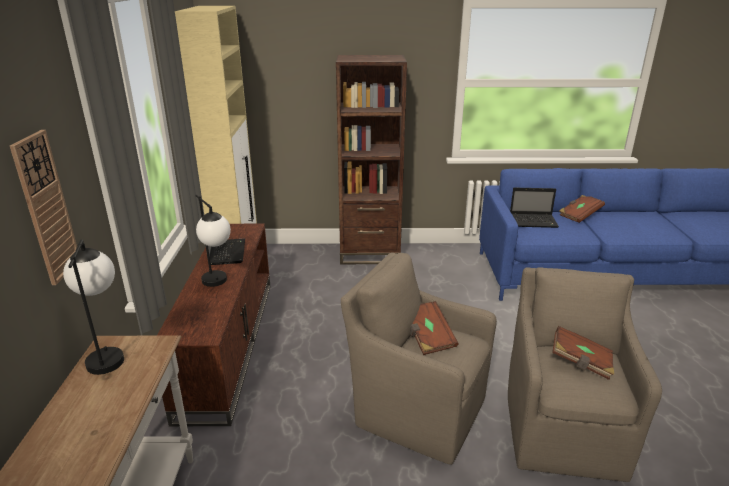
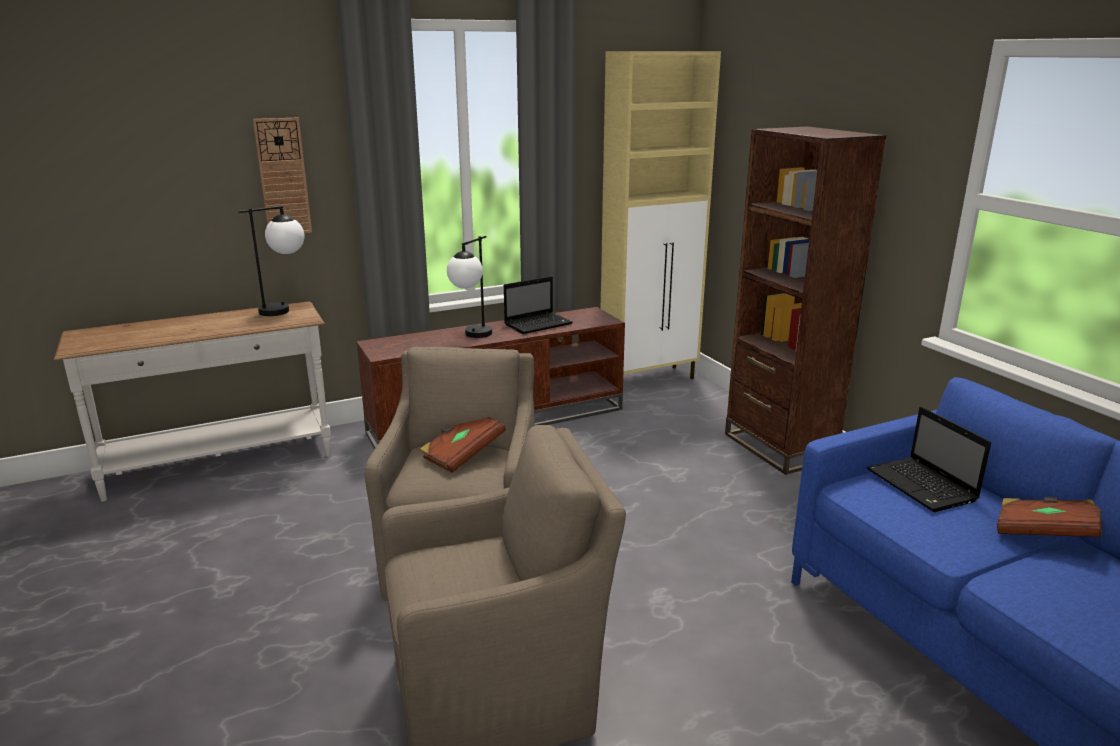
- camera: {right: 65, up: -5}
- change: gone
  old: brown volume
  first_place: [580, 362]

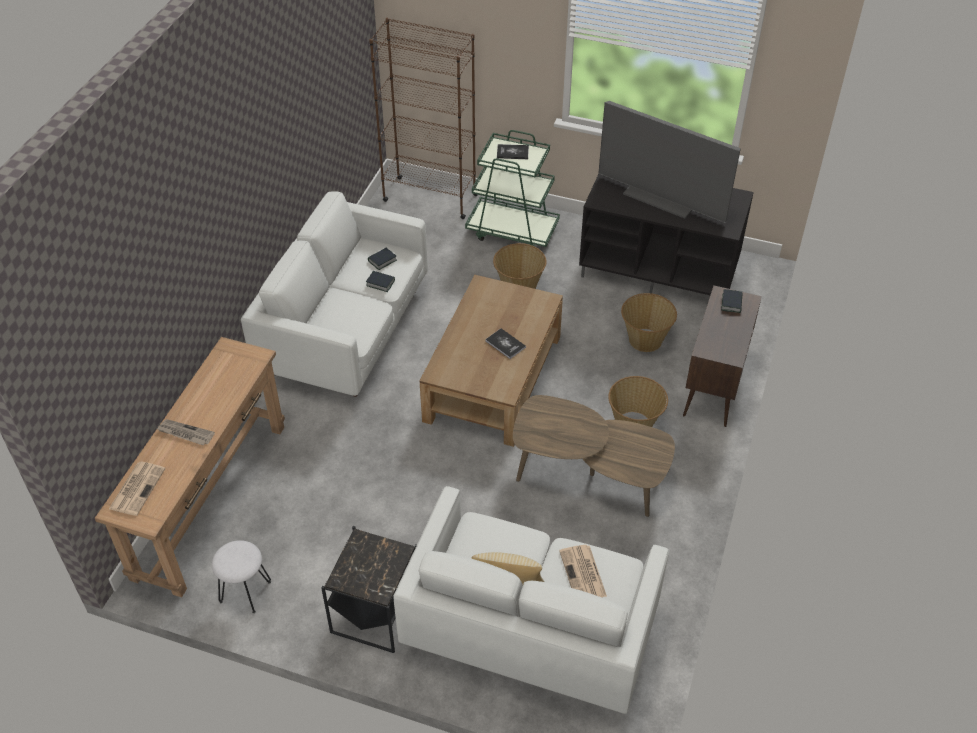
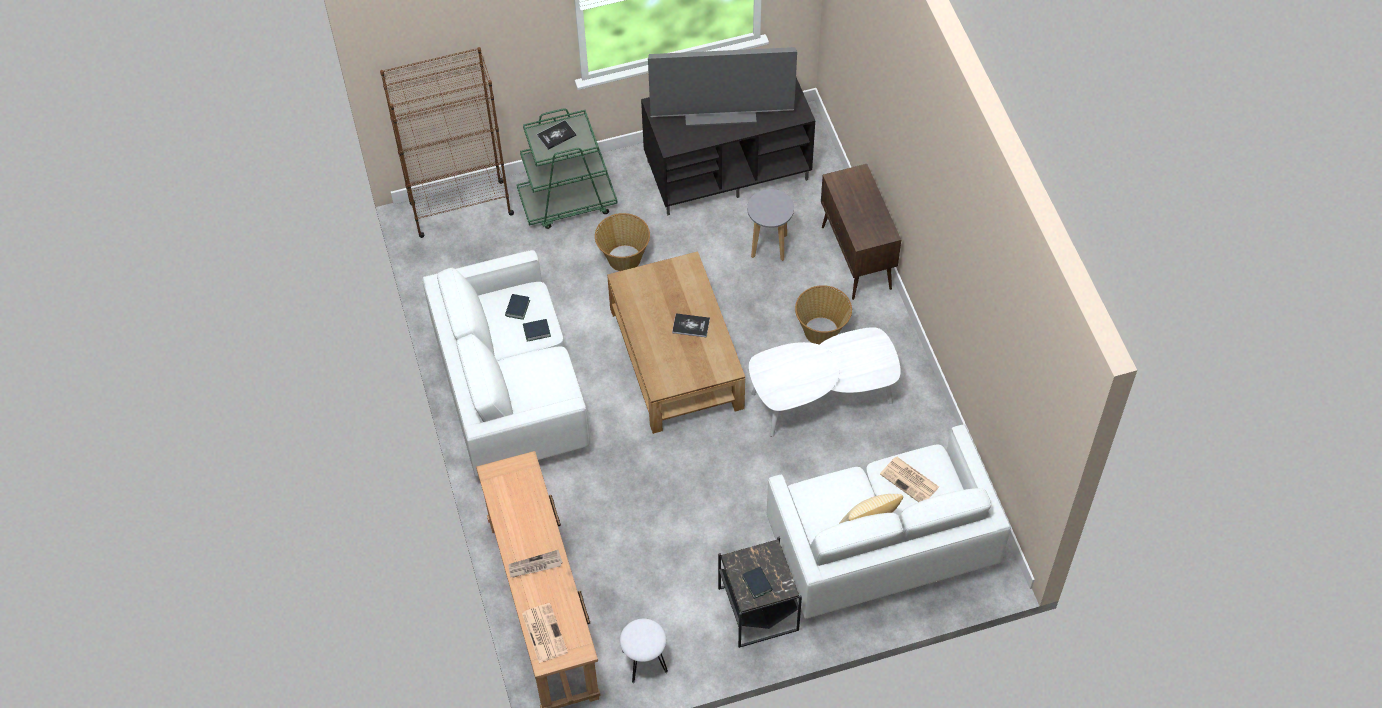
- camera: {right: -35, up: 10}
- change: repainted
  old: brown low table
  new: white-coloured low table
  first_place: [588, 475]
  second_place: [822, 397]
- change: swapped
  old: household basket
  new: greyish sitting stool
  first_place: [645, 339]
  second_place: [769, 246]
- change: shifted
  old: volume
  first_place: [731, 303]
  second_place: [757, 583]

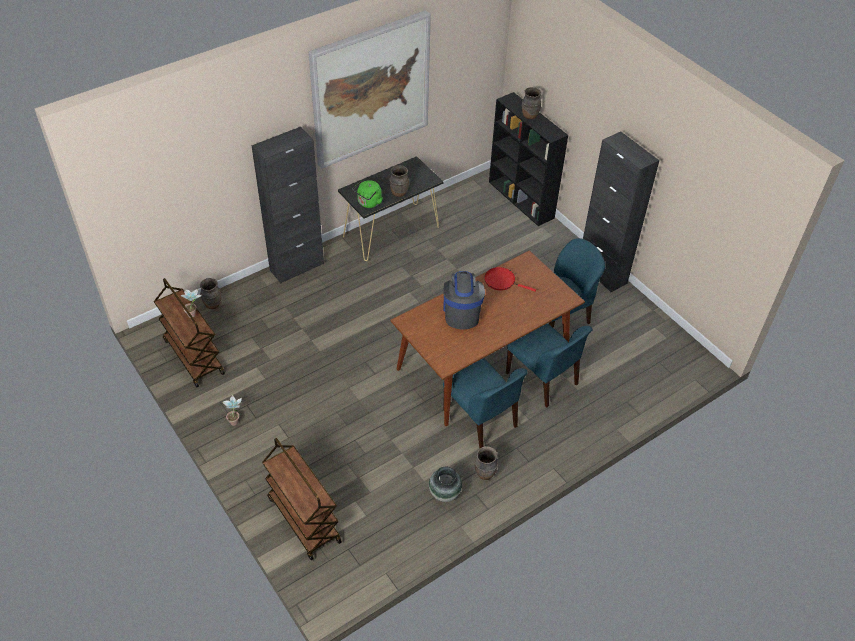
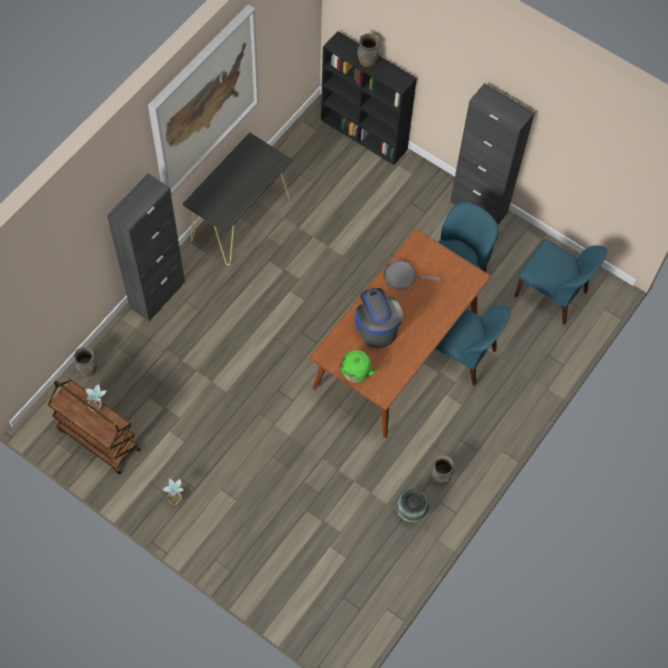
- camera: {right: -20, up: 15}
- change: gone
  old: brown cart
  first_place: [303, 519]
- change: shifted
  old: green-coloured kettle
  first_place: [368, 203]
  second_place: [355, 373]
- change: gone
  old: brown vase
  first_place: [399, 193]
- change: shifted
  old: blue-coloured plain chair
  first_place: [481, 419]
  second_place: [552, 295]
- change: repainted
  old: red frying pan
  new: greyish frying pan
  first_place: [502, 281]
  second_place: [402, 276]

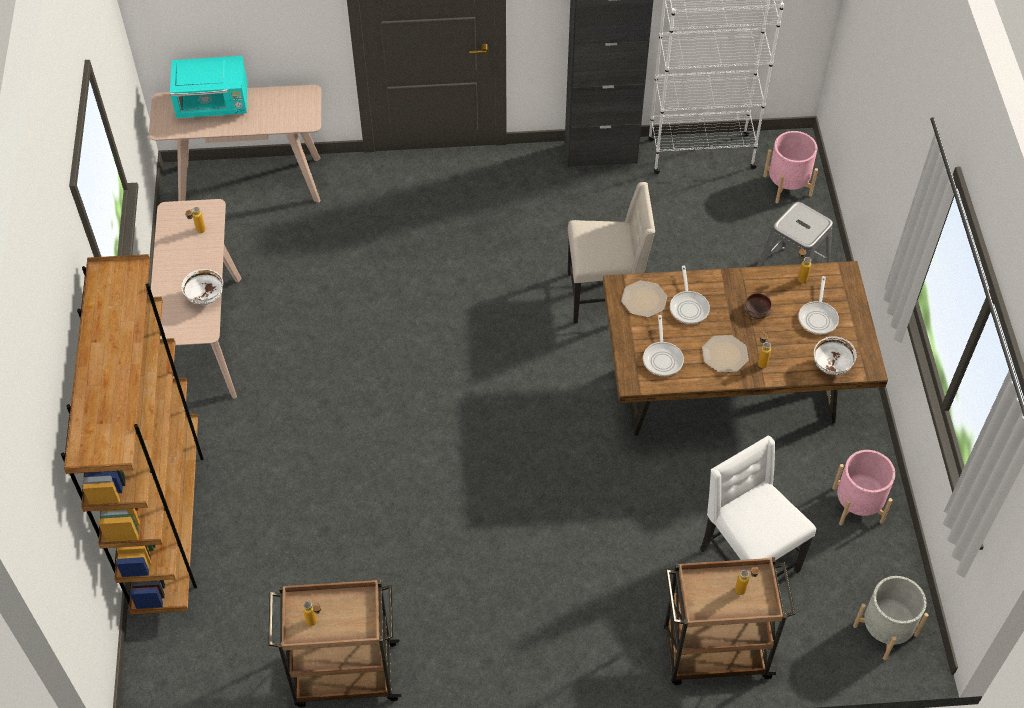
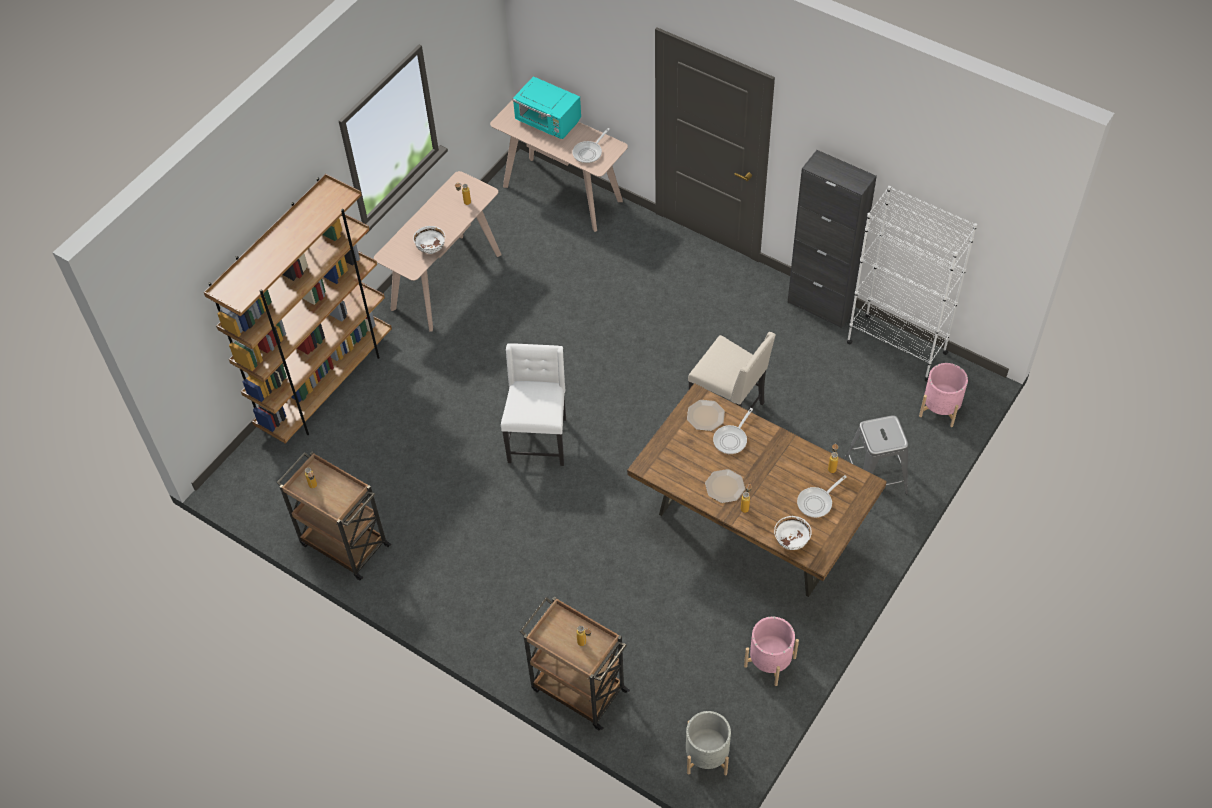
- camera: {right: 40, up: 0}
- change: shifted
  old: frying pan
  first_place: [662, 358]
  second_place: [589, 152]
- change: shifted
  old: white-coloured plain chair
  first_place: [746, 560]
  second_place: [538, 439]
- change: gone
  old: brown bowl
  first_place: [757, 311]

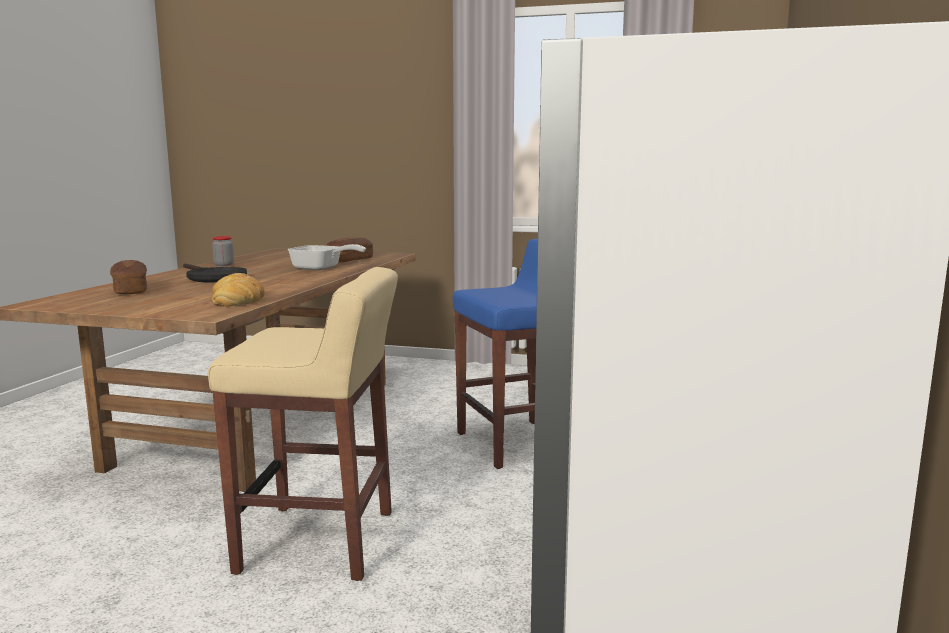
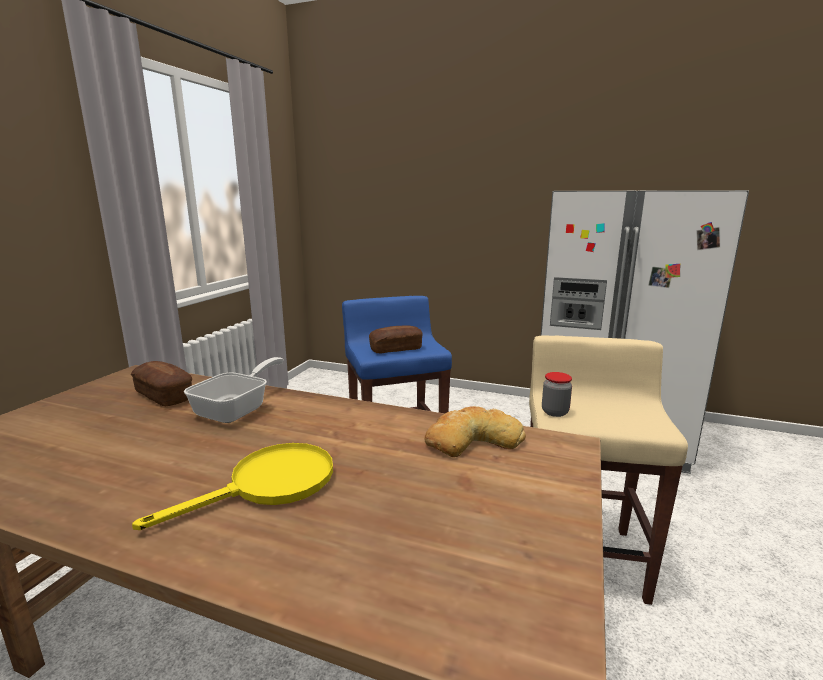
- camera: {right: -85, up: 5}
- change: shifted
  old: bread
  first_place: [130, 290]
  second_place: [396, 349]
- change: repainted
  old: black frying pan
  new: yellowish frying pan
  first_place: [213, 277]
  second_place: [269, 485]
- change: shifted
  old: storage jar
  first_place: [224, 265]
  second_place: [555, 412]

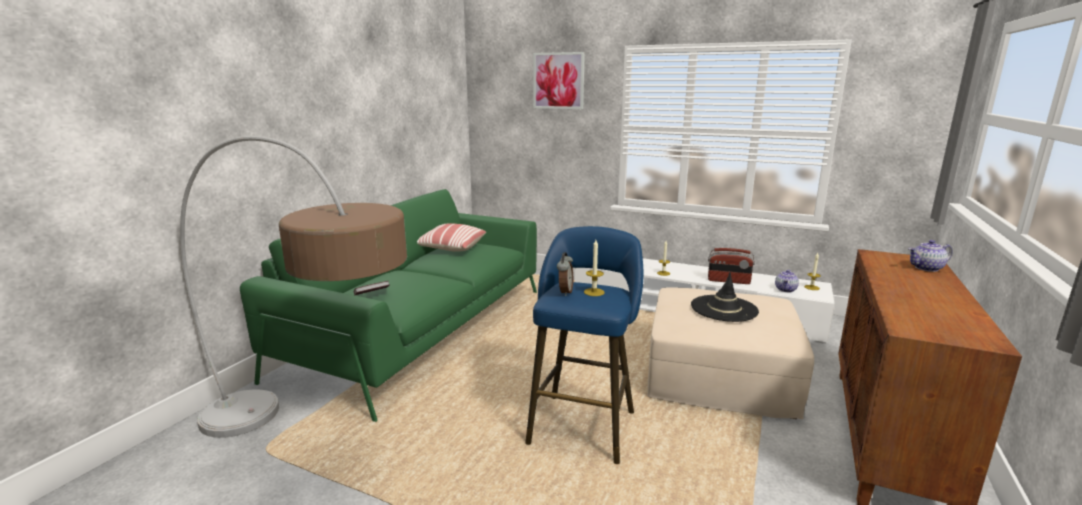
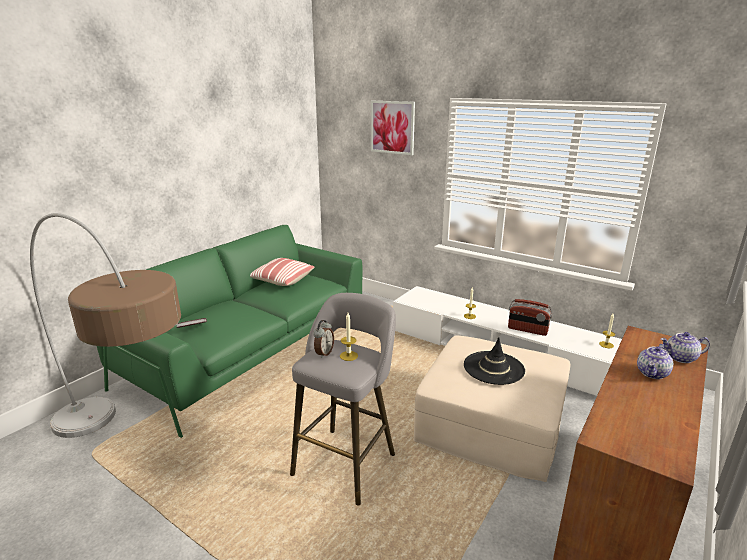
- camera: {right: 10, up: 5}
- change: repainted
  old: blue-coloured sitting stool
  new: greyish sitting stool
  first_place: [583, 423]
  second_place: [347, 460]
- change: shifted
  old: pot for tea
  first_place: [786, 290]
  second_place: [652, 373]

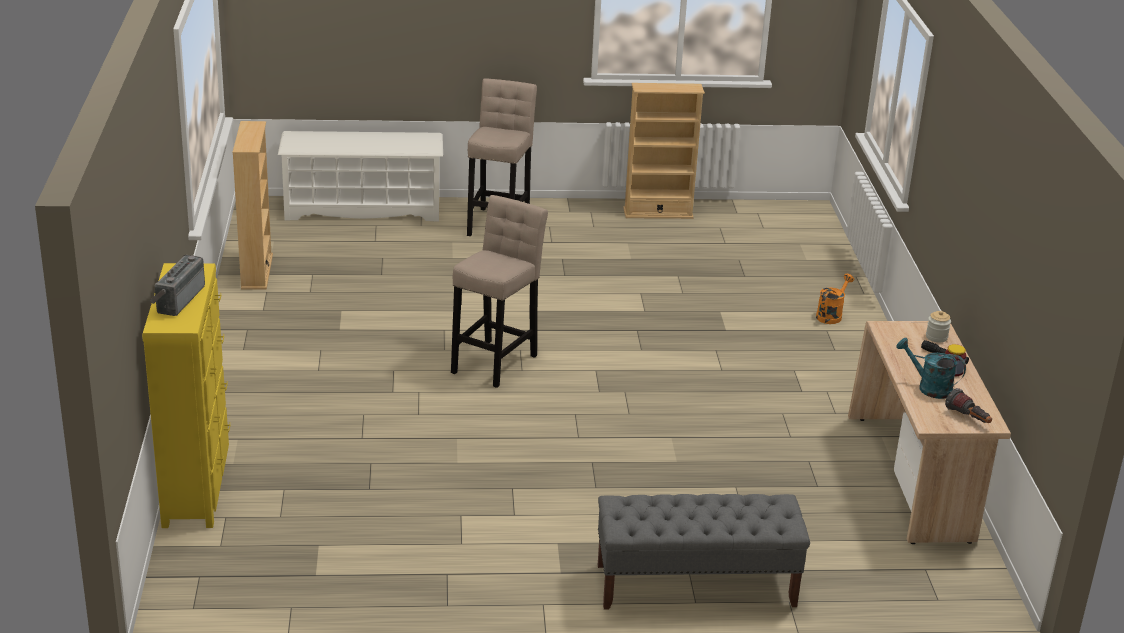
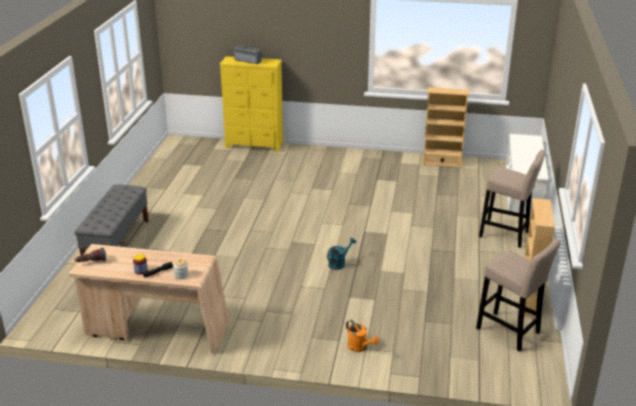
- camera: {right: 105, up: 0}
- change: shifted
  old: beige sitting stool
  first_place: [496, 361]
  second_place: [510, 332]
- change: shifted
  old: blue-green sprinkling can
  first_place: [929, 387]
  second_place: [339, 263]

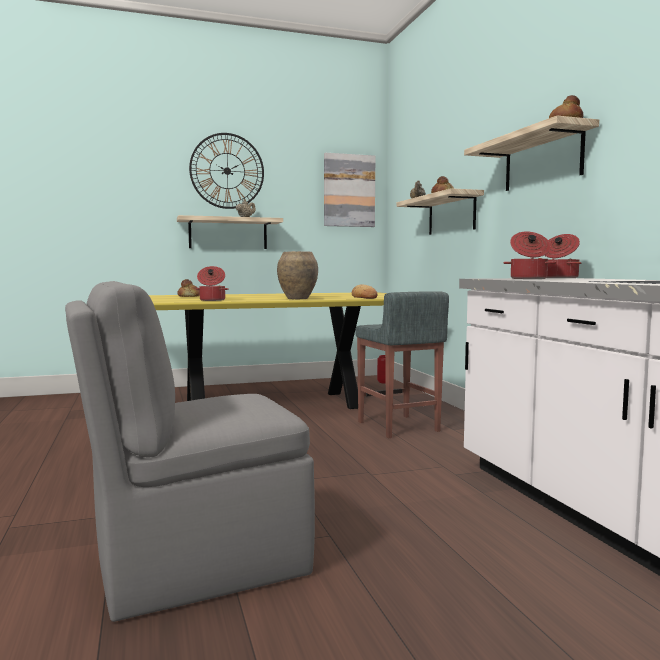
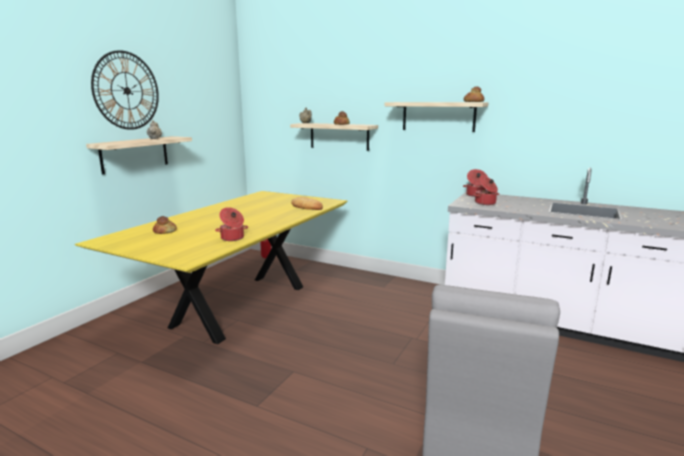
- camera: {right: -45, up: 10}
- change: gone
  old: brown vase
  first_place: [297, 299]
- change: gone
  old: wall art
  first_place: [349, 190]
- change: gone
  old: greyish sitting stool
  first_place: [398, 427]

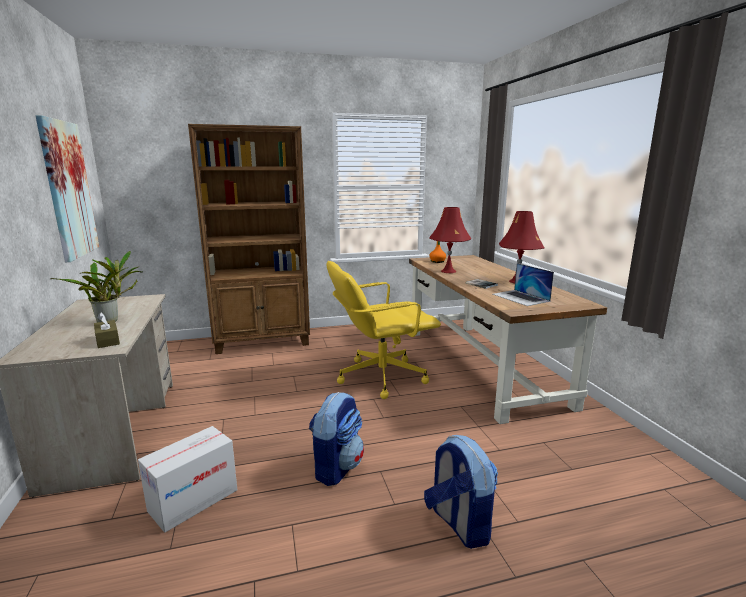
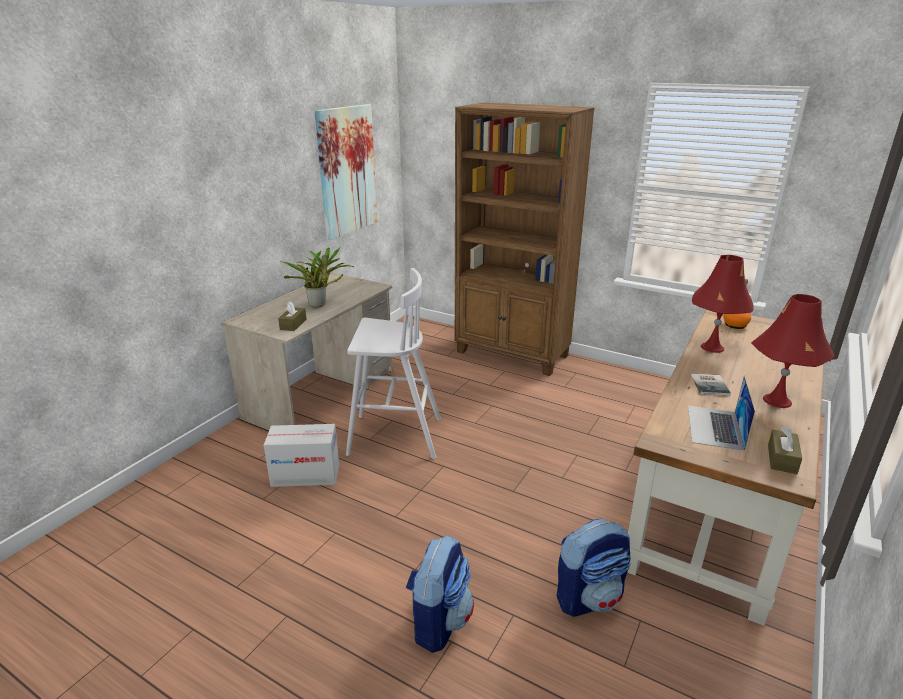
- camera: {right: 45, up: 10}
- change: shifted
  old: backpack
  first_place: [337, 467]
  second_place: [589, 597]
- change: gone
  old: yellowish office chair
  first_place: [380, 376]
- change: new
  new: white-coloured sitting stool
  second_place: [393, 436]
- change: new
  new: brown tissue holder
  second_place: [782, 459]

